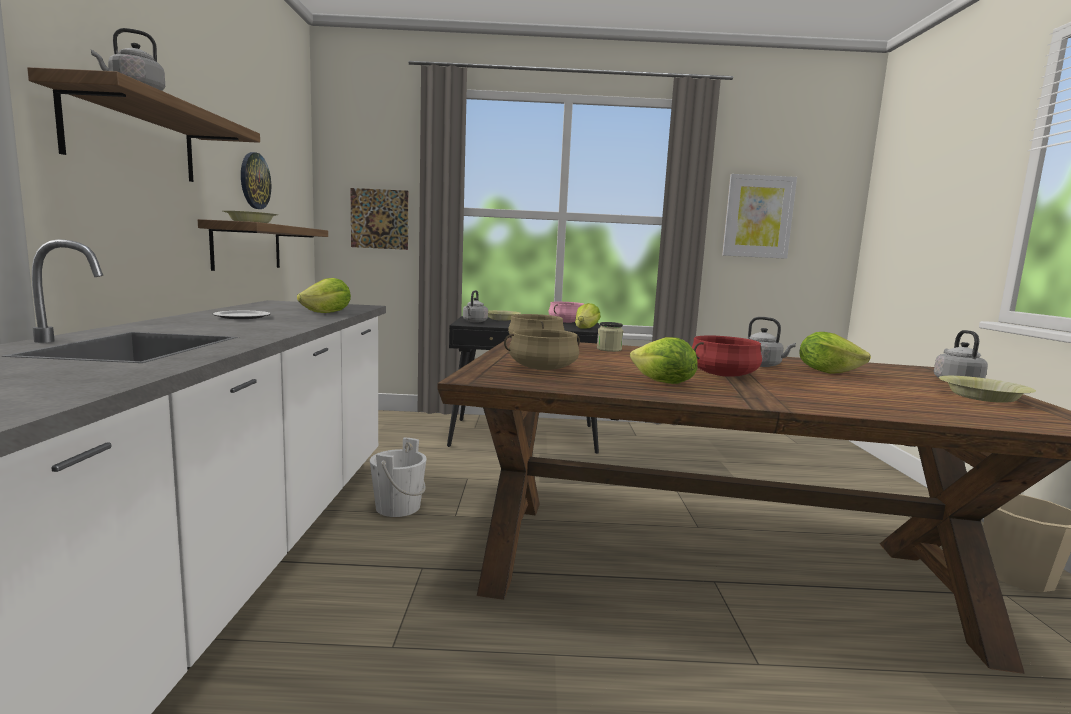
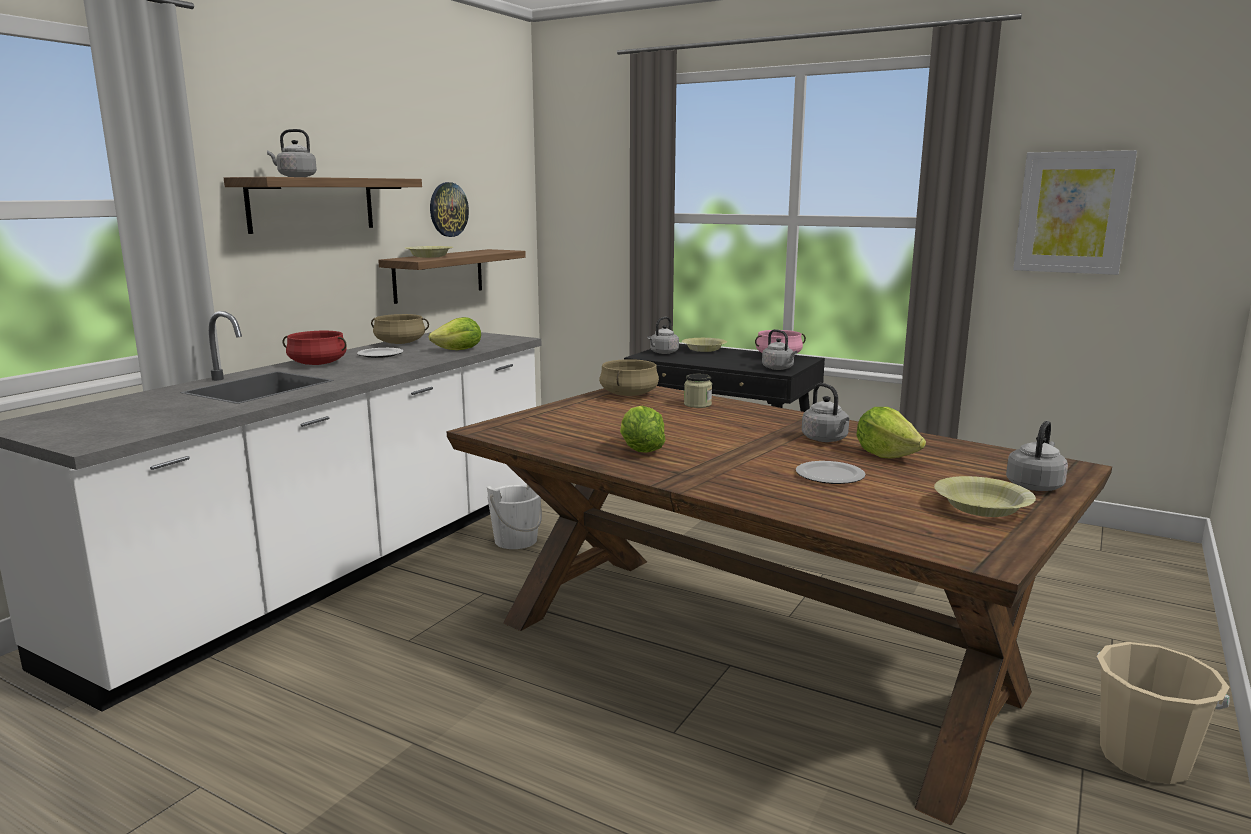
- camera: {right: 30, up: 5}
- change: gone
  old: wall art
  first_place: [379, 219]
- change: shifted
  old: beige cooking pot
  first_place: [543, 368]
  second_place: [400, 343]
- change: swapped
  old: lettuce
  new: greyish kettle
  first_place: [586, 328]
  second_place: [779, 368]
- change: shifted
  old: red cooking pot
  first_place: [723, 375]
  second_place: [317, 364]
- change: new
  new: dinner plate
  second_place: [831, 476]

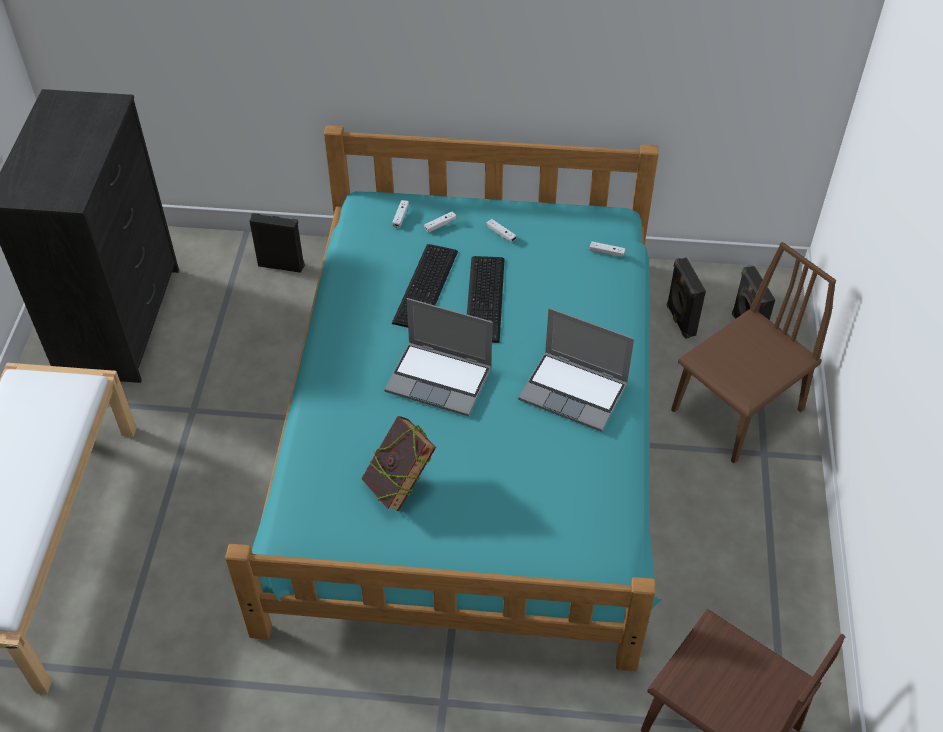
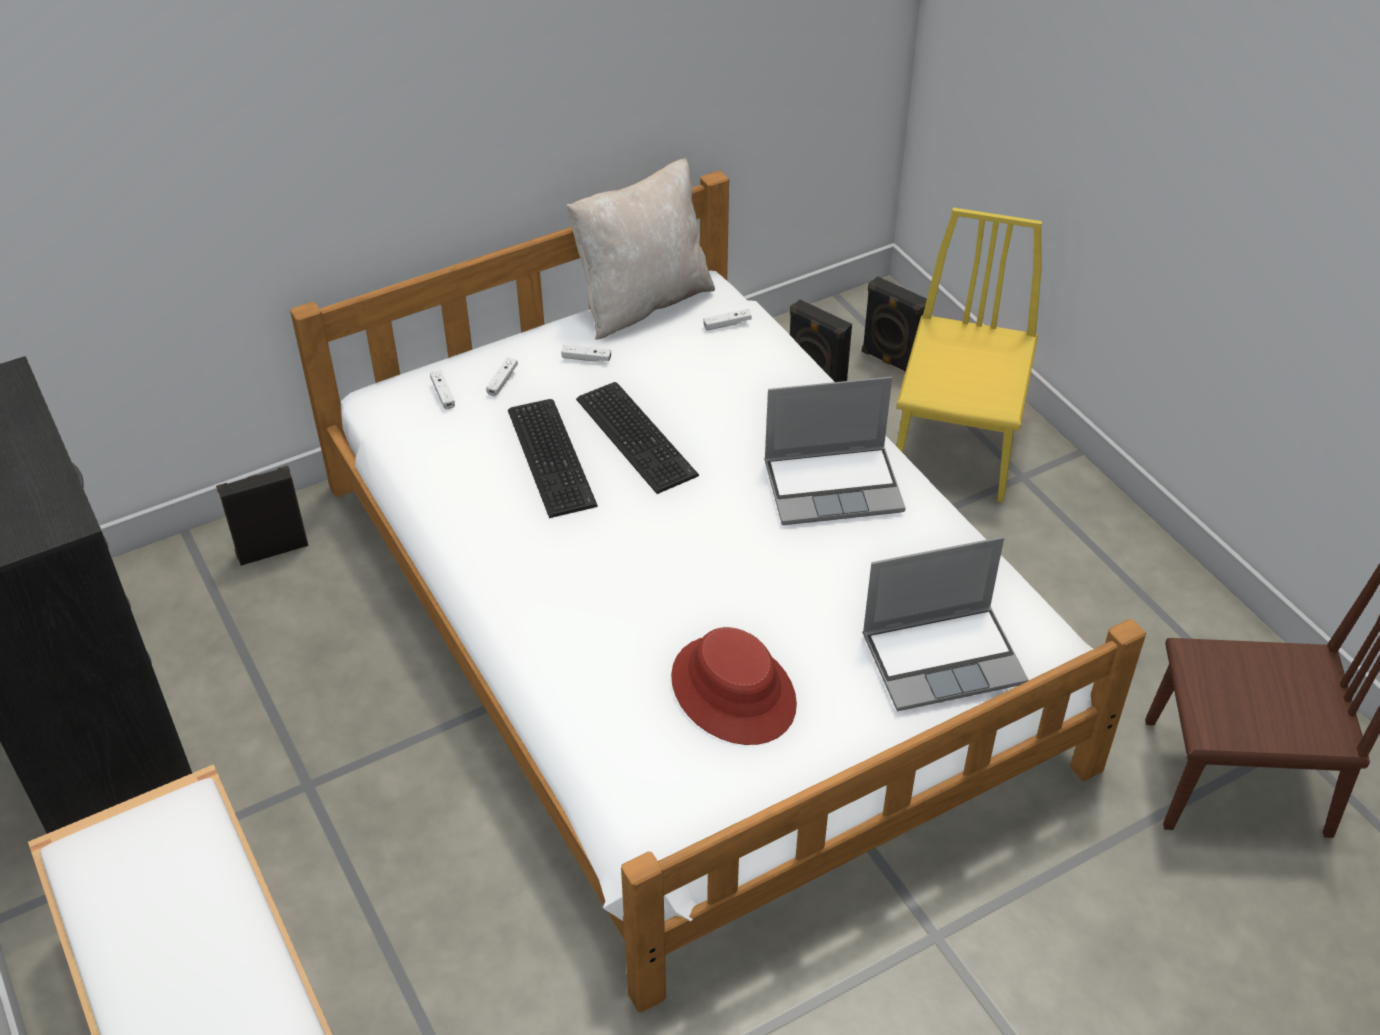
- camera: {right: -35, up: -5}
- change: repainted
  old: blue-green bed
  new: white-coloured bed
  first_place: [469, 430]
  second_place: [689, 618]
- change: swapped
  old: volume
  new: red clothing hat
  first_place: [399, 484]
  second_place: [734, 691]
- change: shifted
  old: laptop
  first_place: [440, 379]
  second_place: [944, 657]
- change: repainted
  old: brown plain chair
  new: yellowish plain chair
  first_place: [737, 410]
  second_place: [956, 447]
- change: new
  new: beige cushion
  second_place: [642, 302]

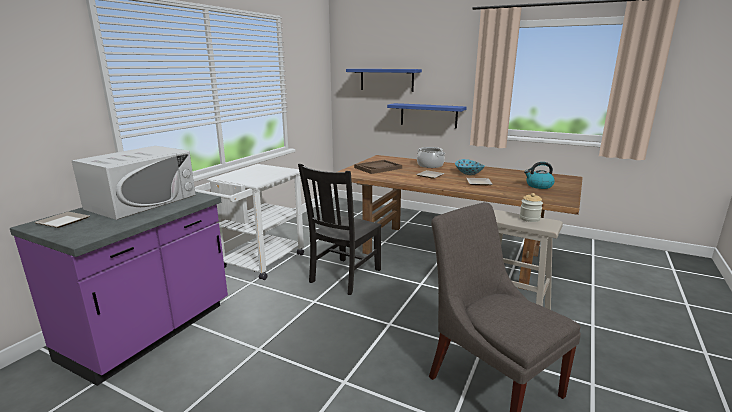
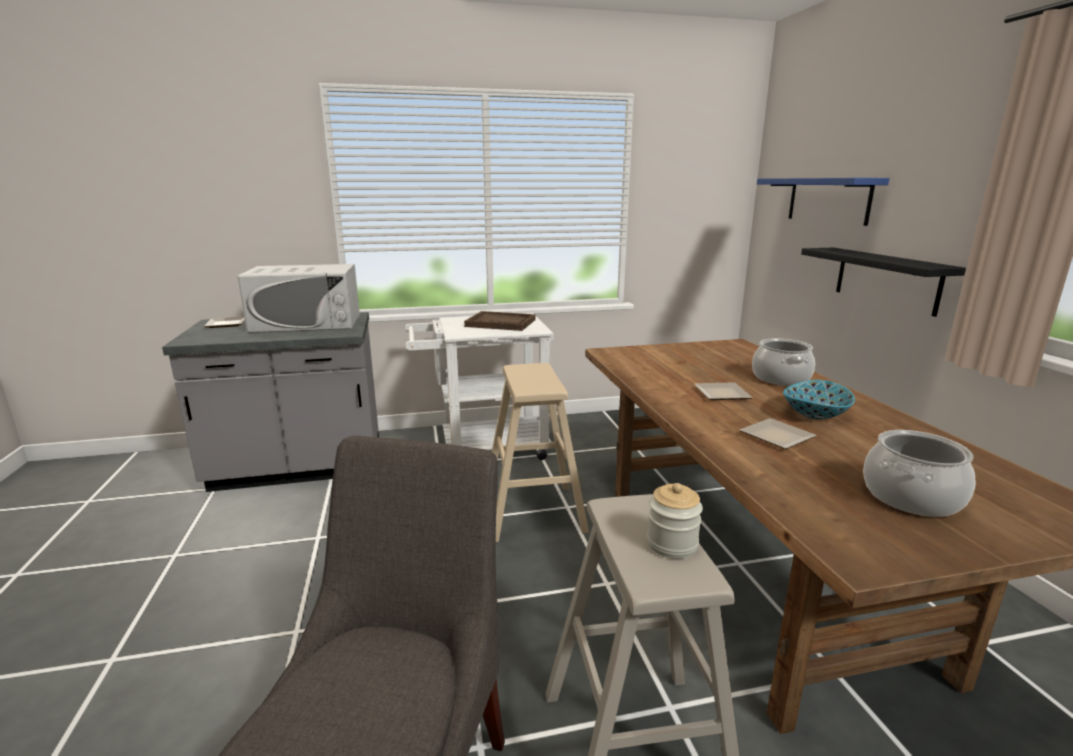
- camera: {right: 50, up: 0}
- change: repainted
  old: purplish counter
  new: greyish counter
  first_place: [150, 333]
  second_place: [298, 469]
- change: swapped
  old: black plain chair
  new: beige sitting stool
  first_place: [344, 276]
  second_place: [533, 511]
- change: shifted
  old: brown tray
  first_place: [378, 168]
  second_place: [501, 323]
- change: repainted
  old: blue-coloured wall shelf
  new: black wall shelf
  first_place: [428, 115]
  second_place: [886, 279]
- change: swapped
  old: kettle
  new: cooking pot
  first_place: [538, 186]
  second_place: [912, 497]

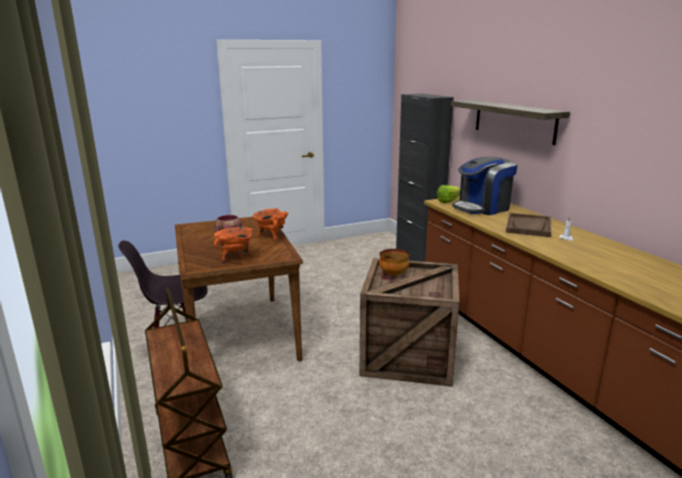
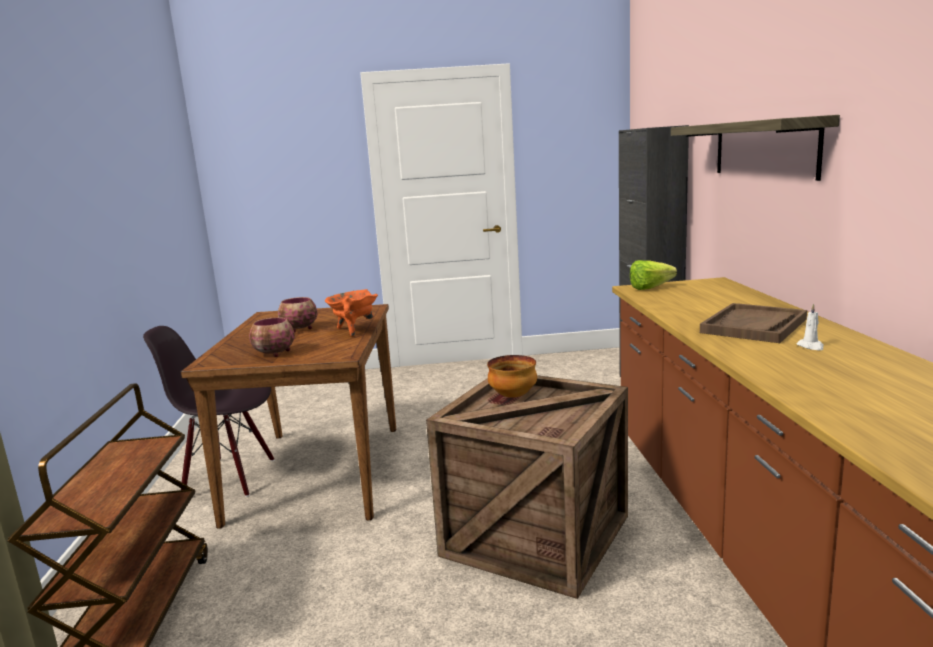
- camera: {right: 20, up: -5}
- change: swapped
  old: orangey cooking pot
  new: bowl
  first_place: [235, 257]
  second_place: [275, 354]
- change: gone
  old: coffee machine
  first_place: [482, 208]

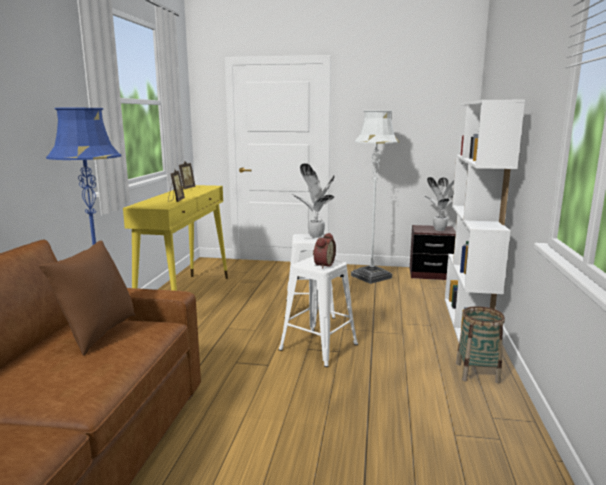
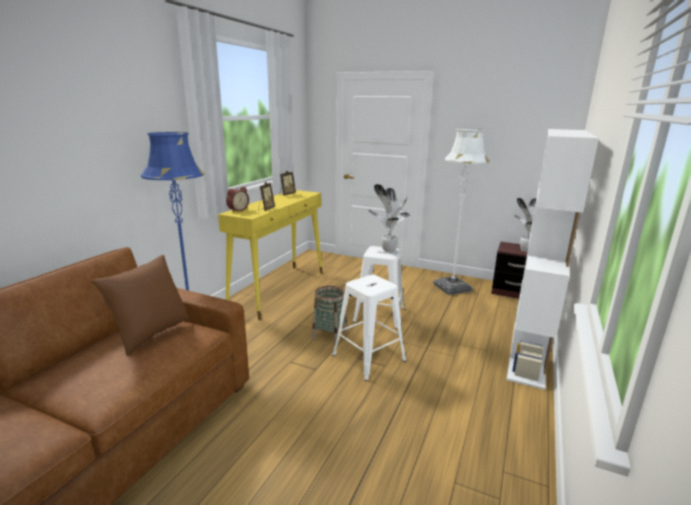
- camera: {right: 15, up: 5}
- change: shifted
  old: alarm clock
  first_place: [323, 265]
  second_place: [237, 210]
- change: shifted
  old: household basket
  first_place: [477, 373]
  second_place: [329, 335]

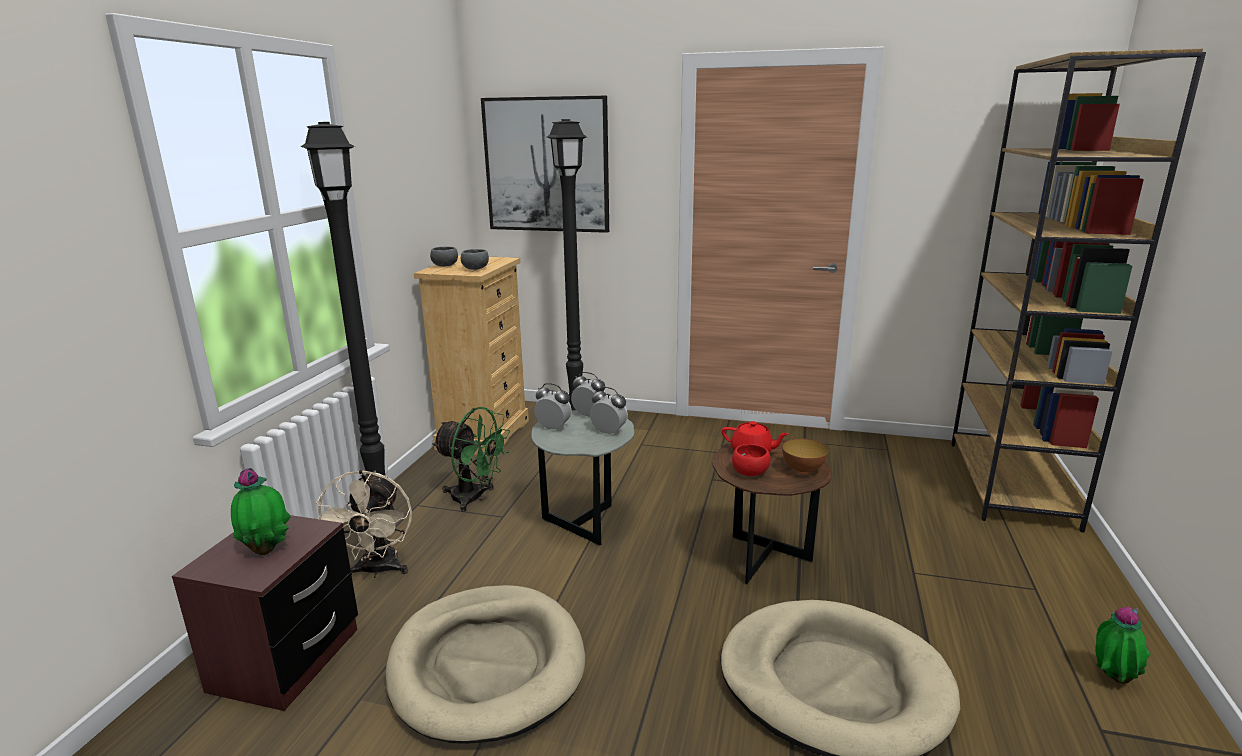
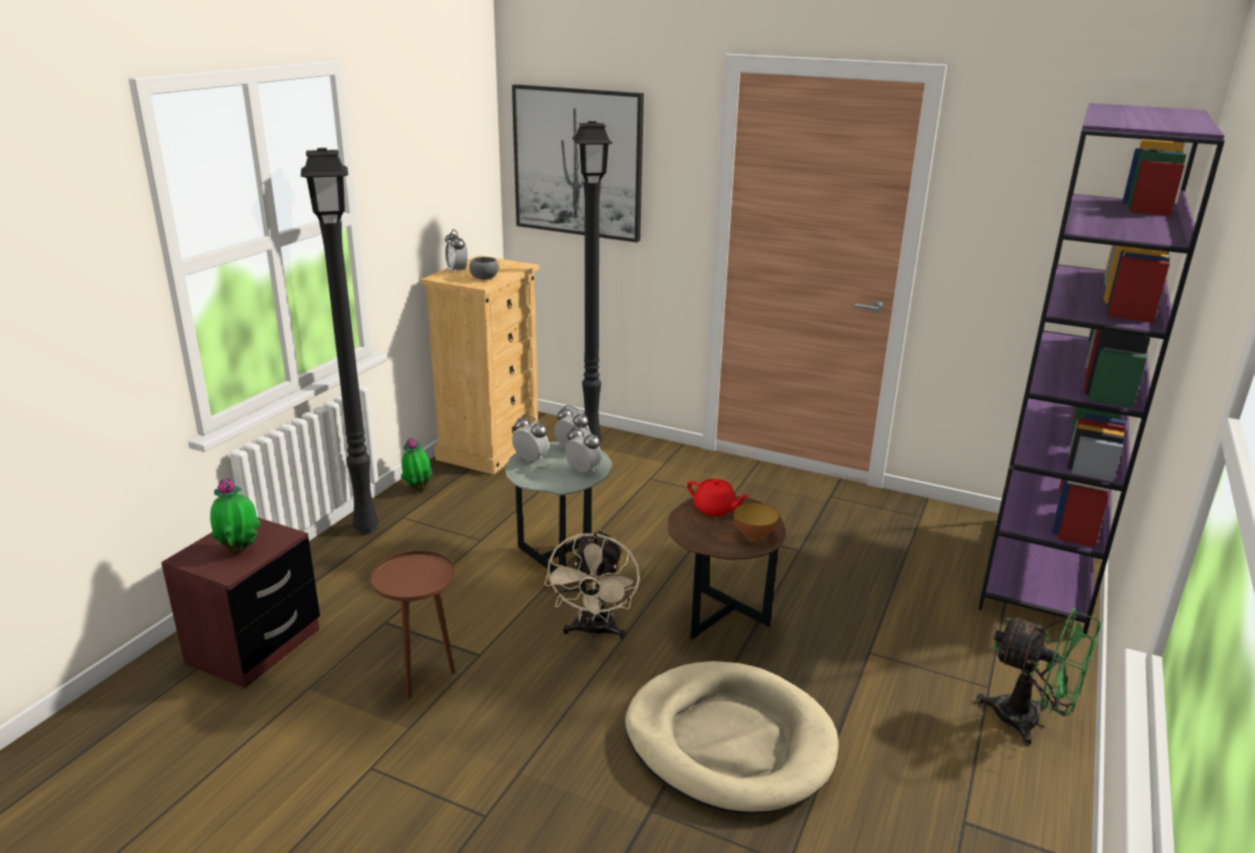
- camera: {right: 10, up: 5}
- change: shifted
  old: beige electric fan
  first_place: [377, 571]
  second_place: [594, 632]
- change: swapped
  old: beige pet bed
  new: brown side table
  first_place: [487, 665]
  second_place: [423, 677]
- change: swapped
  old: greyish bowl
  new: alarm clock
  first_place: [446, 266]
  second_place: [457, 271]
- change: shifted
  old: green-coloured electric fan
  first_place: [474, 498]
  second_place: [1029, 722]
- change: gone
  old: red bowl
  first_place: [751, 473]
- change: repainted
  old: brown bookshelf
  new: purplish bookshelf
  first_place: [1011, 484]
  second_place: [1038, 573]
- change: shifted
  old: plant in a pot
  first_place: [1111, 679]
  second_place: [418, 488]

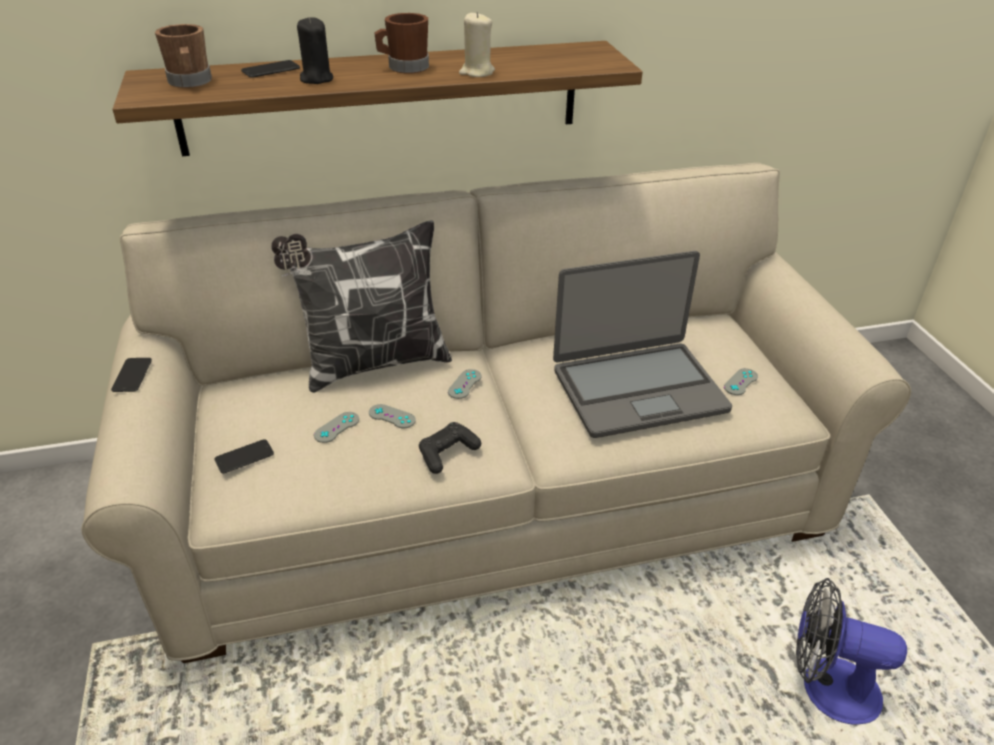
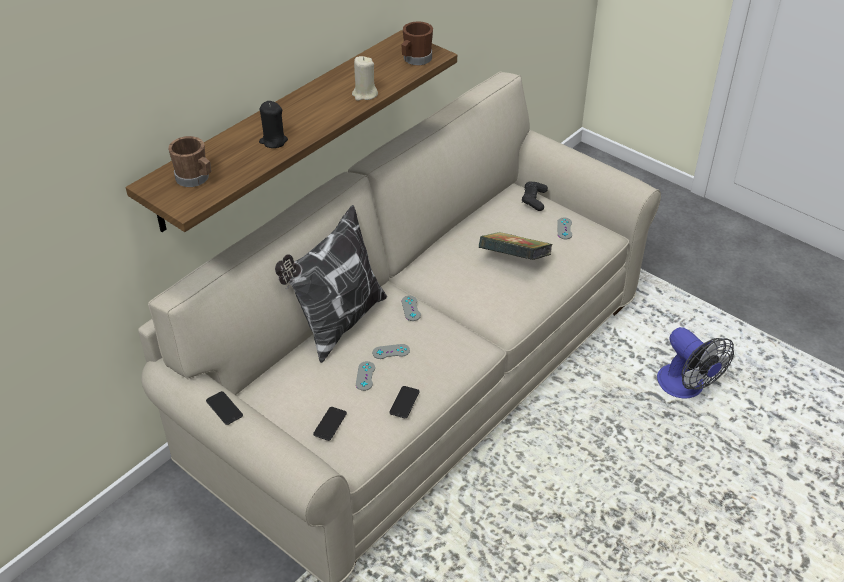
- camera: {right: -35, up: 5}
- change: shifted
  old: phone
  first_place: [271, 70]
  second_place: [404, 402]
- change: shifted
  old: brown coffee mug
  first_place: [404, 67]
  second_place: [415, 60]
- change: shifted
  old: black gamepad
  first_place: [447, 453]
  second_place: [534, 200]
- change: swapped
  old: laptop
  new: volume
  first_place: [638, 389]
  second_place: [514, 261]
- change: rotated
  old: electric fan
  first_place: [826, 686]
  second_place: [686, 387]
  degrees: -105

